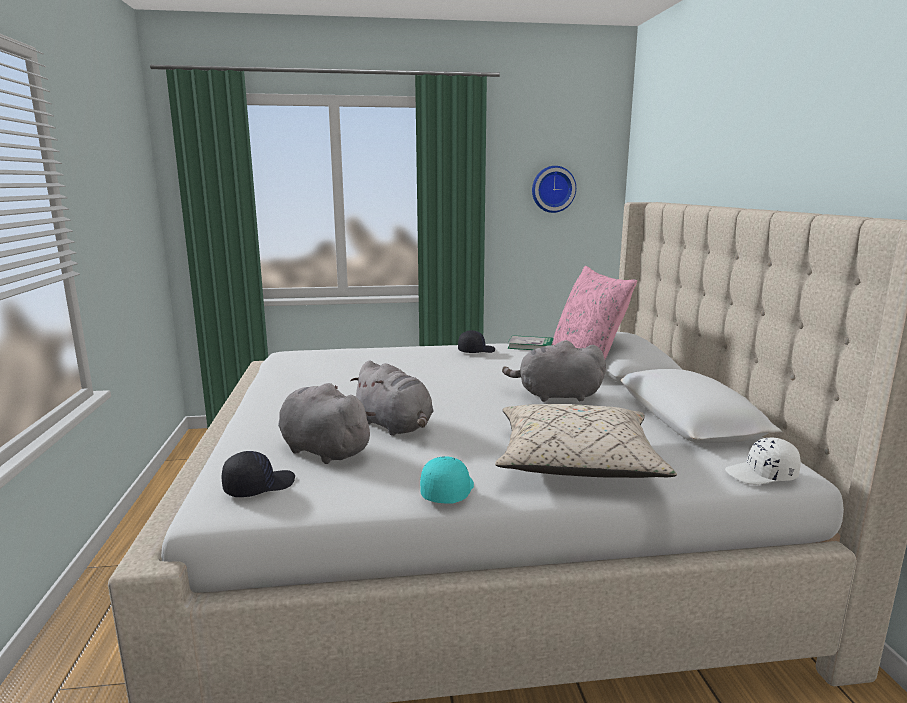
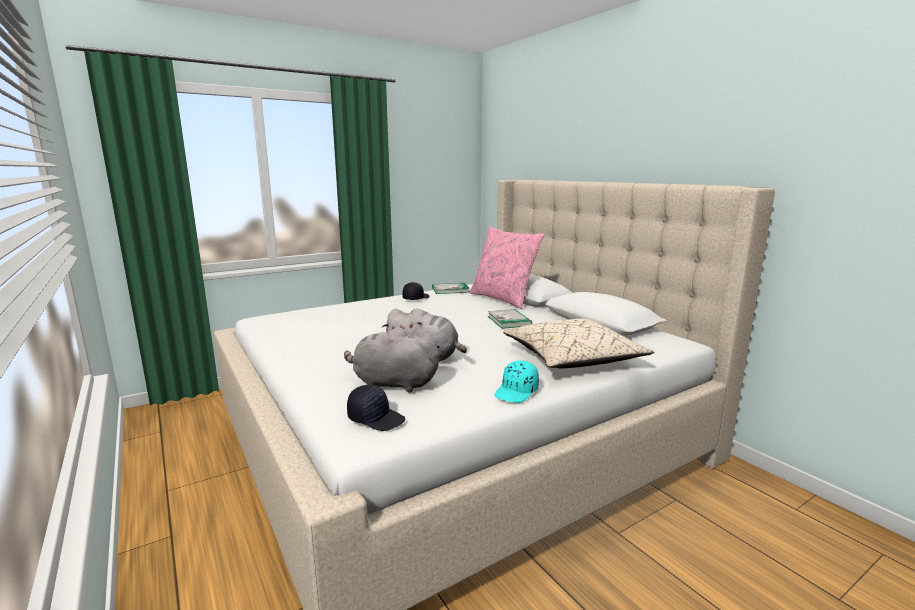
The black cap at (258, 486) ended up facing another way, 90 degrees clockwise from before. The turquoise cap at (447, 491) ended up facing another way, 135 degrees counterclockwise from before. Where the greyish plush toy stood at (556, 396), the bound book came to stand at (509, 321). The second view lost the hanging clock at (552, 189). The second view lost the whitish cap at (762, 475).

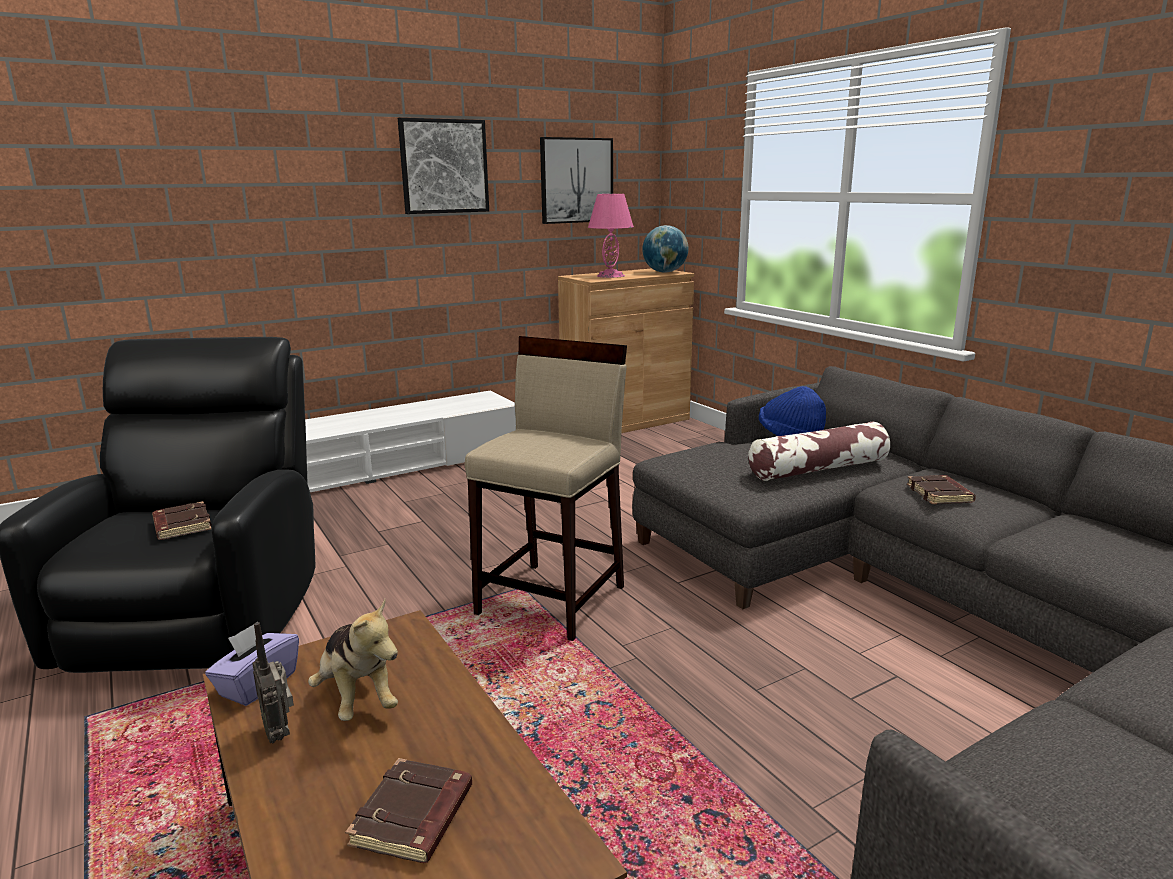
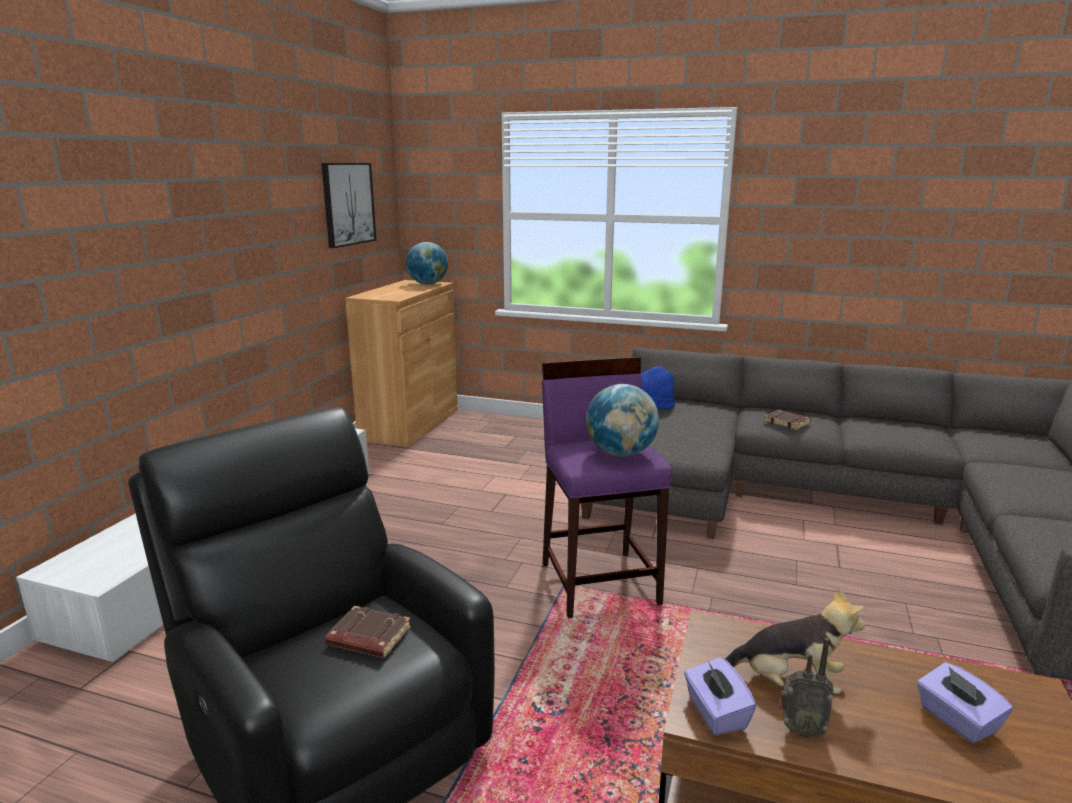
Where the brown bound book stood at (414, 818), the purple-coloured tissue box came to stand at (956, 720). The second view lost the wall art at (444, 166). What was the beige stool seat at (553, 600) turned into the purple-coloured stool seat at (600, 583). The second view lost the pinkish table lamp at (610, 275). The second view lost the pillow at (818, 469). The second view gained the desk globe at (620, 453).

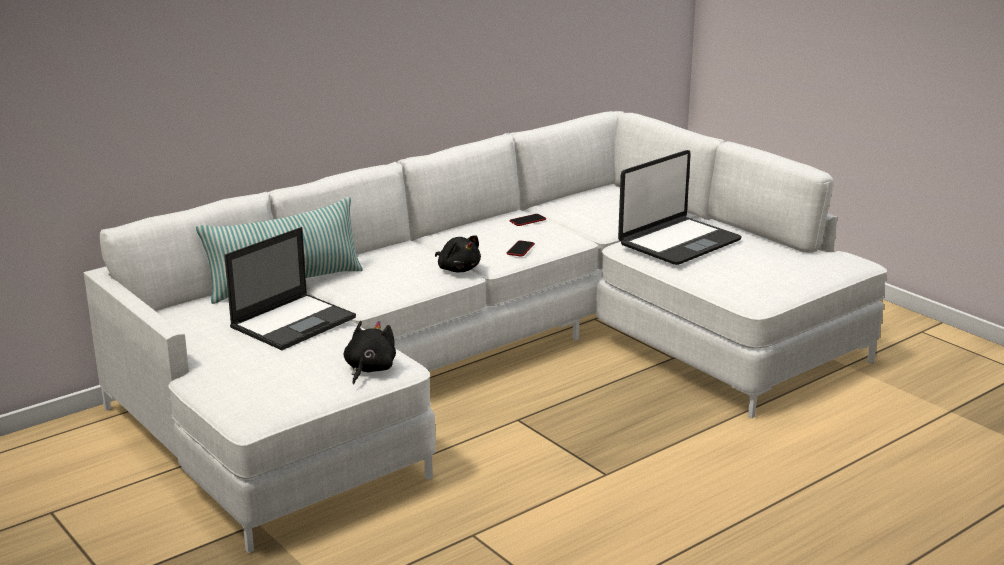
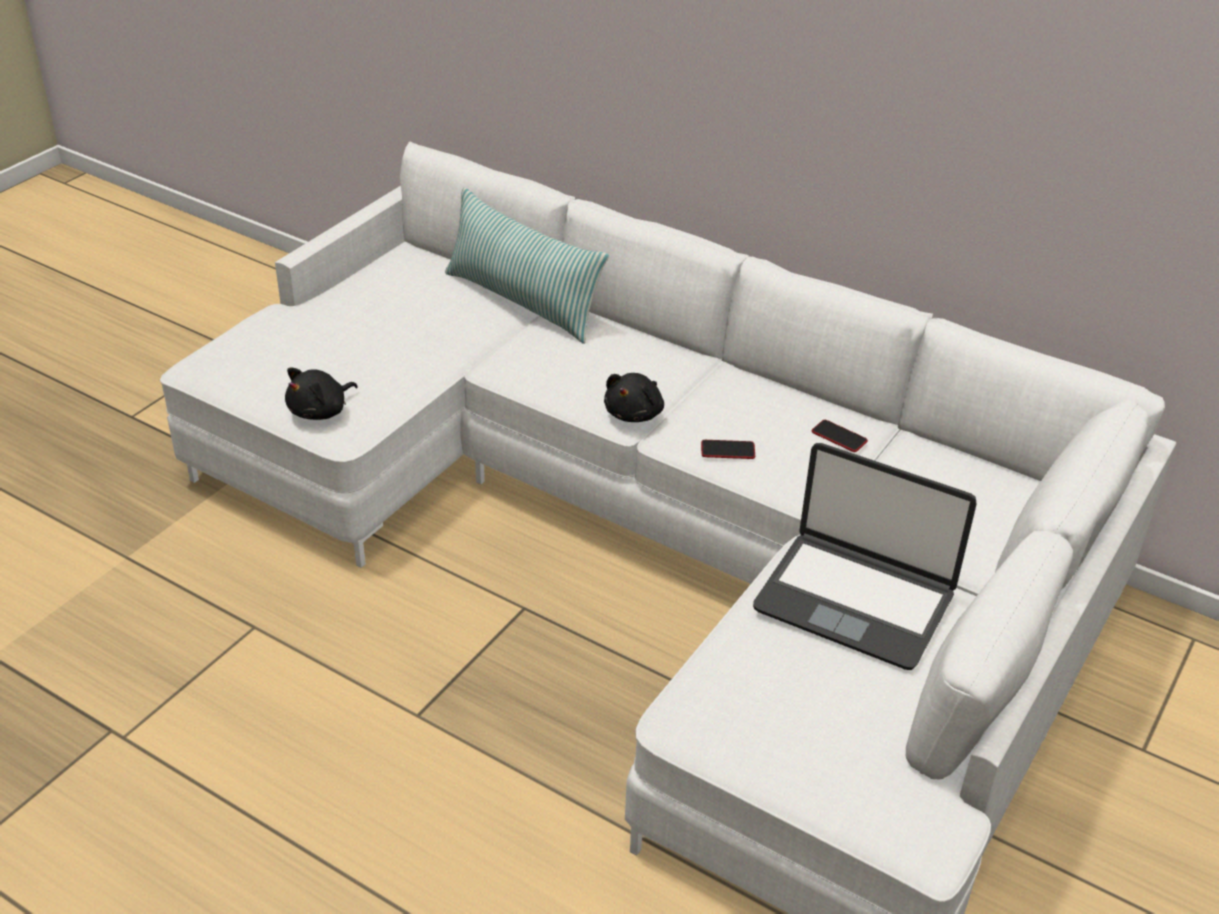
The second view lost the notebook computer at (294, 322). The black plush toy at (369, 369) ended up facing another way, 135 degrees clockwise from before.

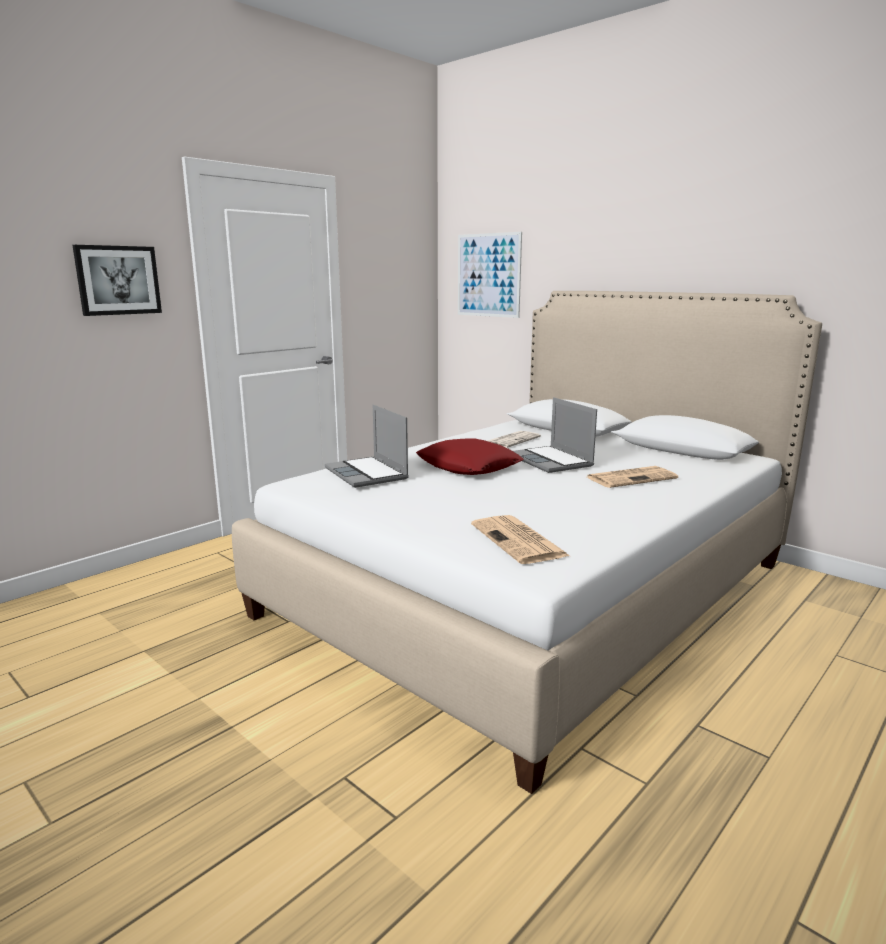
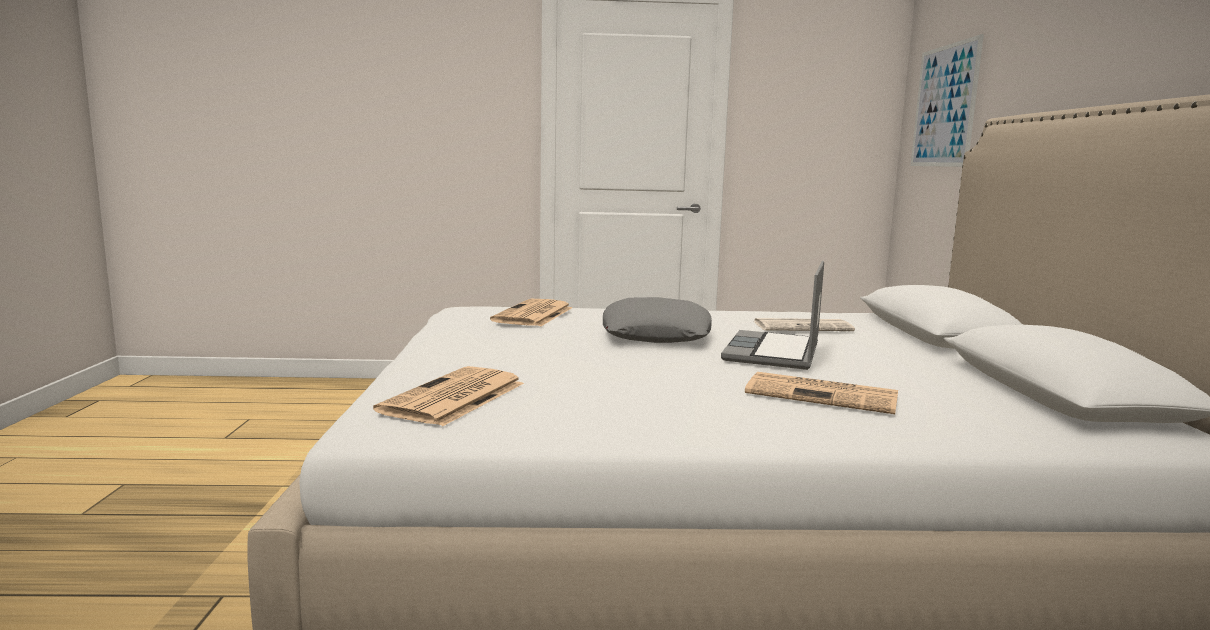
The second view lost the wall art at (118, 280). Where the notebook computer stood at (367, 474), the daily paper came to stand at (533, 315). What was the red pillow at (468, 466) turned into the greyish pillow at (656, 334).

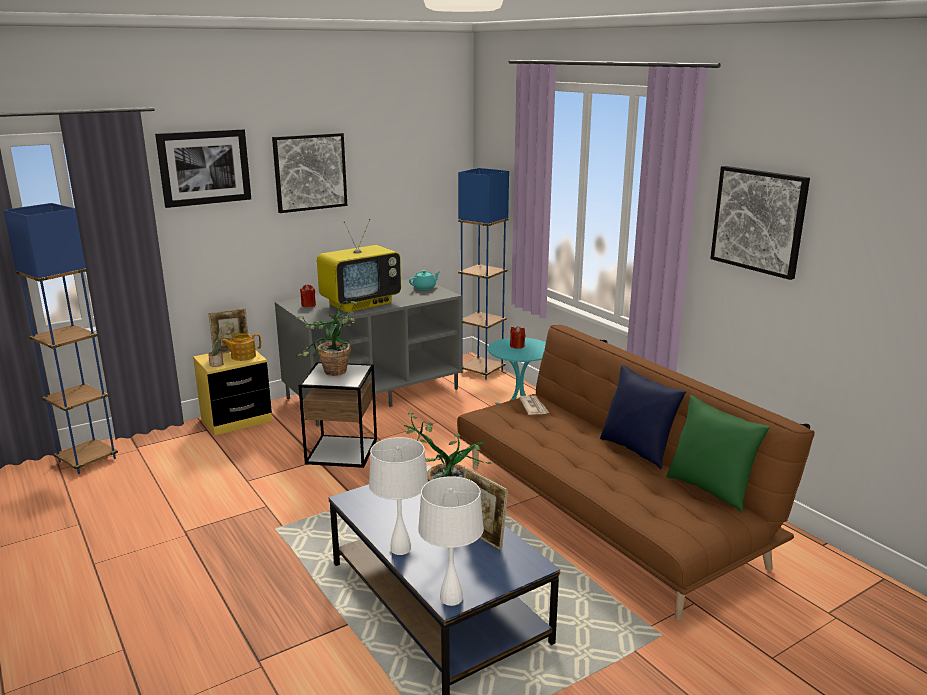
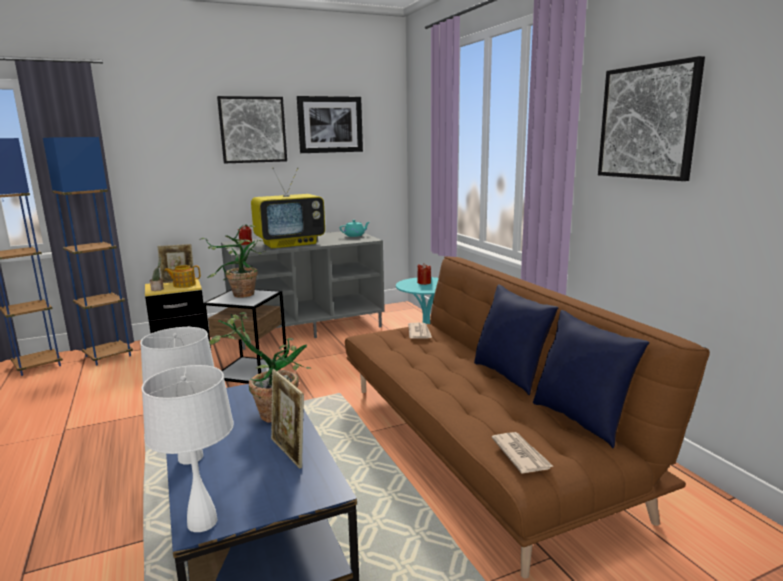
The wall art ended up elsewhere, having gone from (204, 167) to (330, 124). The blue floor lamp ended up elsewhere, having gone from (482, 371) to (108, 356). What was the green pillow at (710, 489) turned into the blue pillow at (581, 419). The second view gained the daily paper at (521, 454).

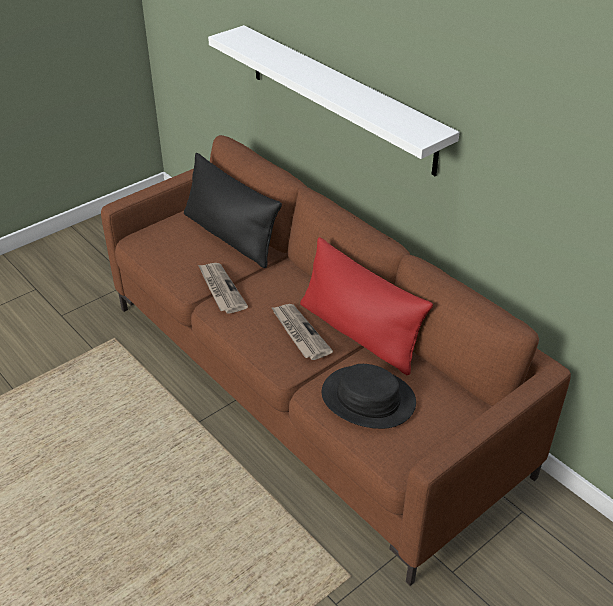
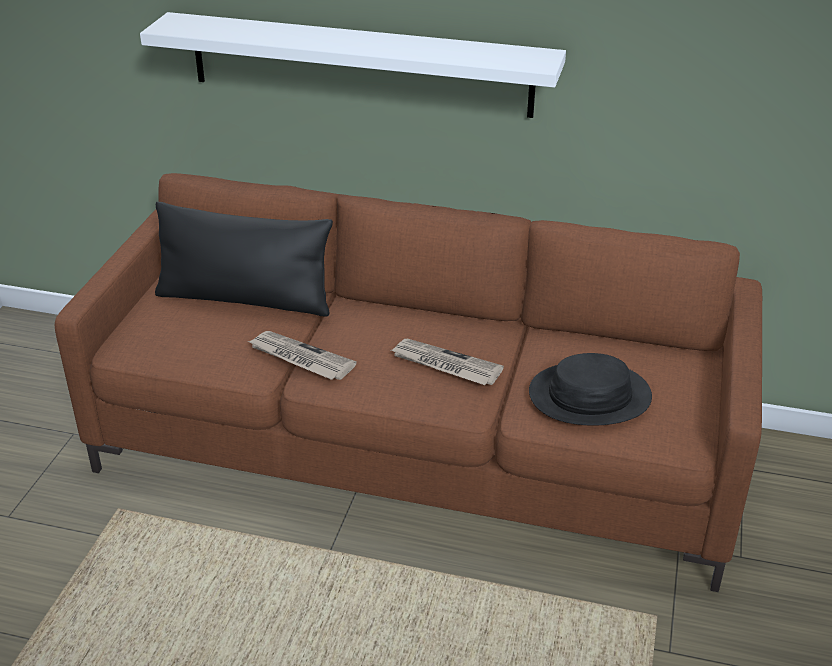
The second view lost the red pillow at (359, 333).

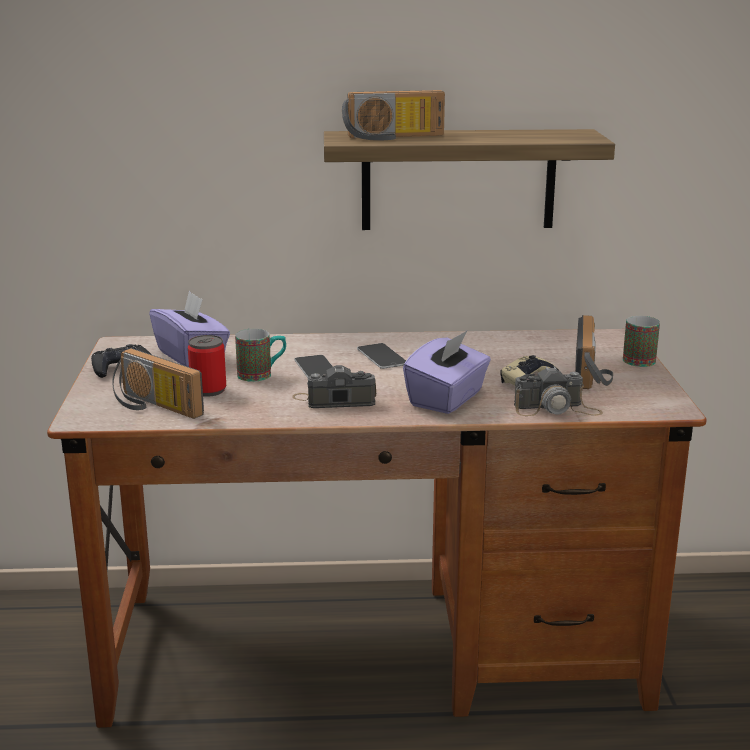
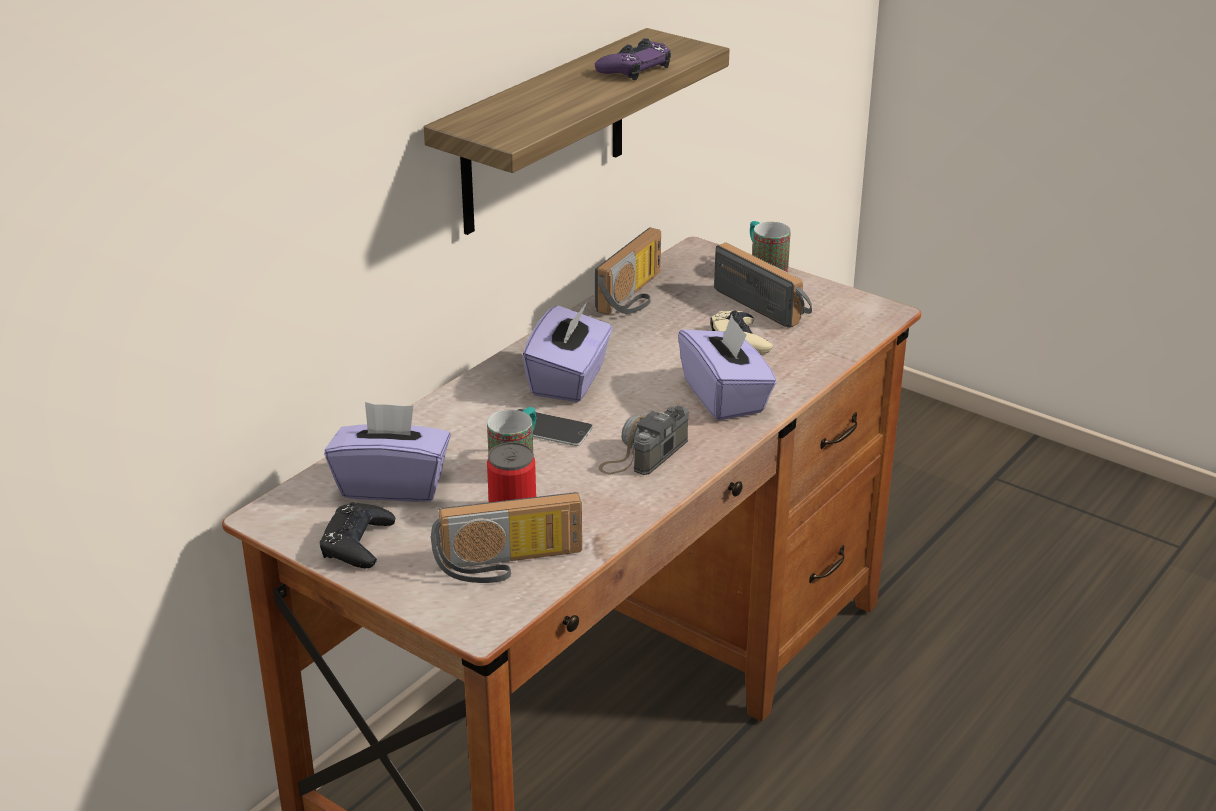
The radio set ended up elsewhere, having gone from (394, 137) to (636, 296). Where the handset stood at (382, 356), the purple-coloured tissue box came to stand at (569, 380). The second view lost the still camera at (557, 409). The second view gained the purple-coloured gamepad at (634, 68).

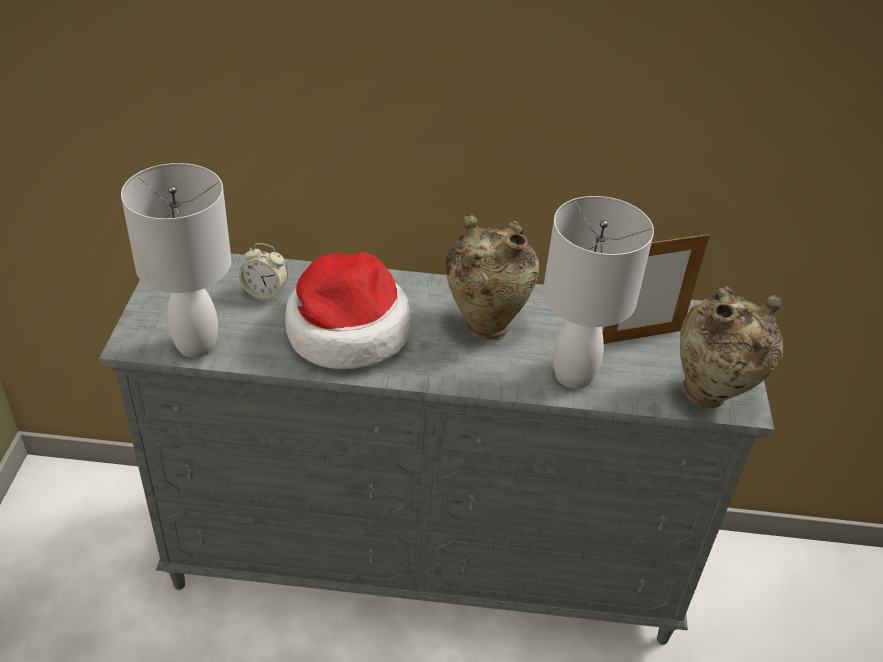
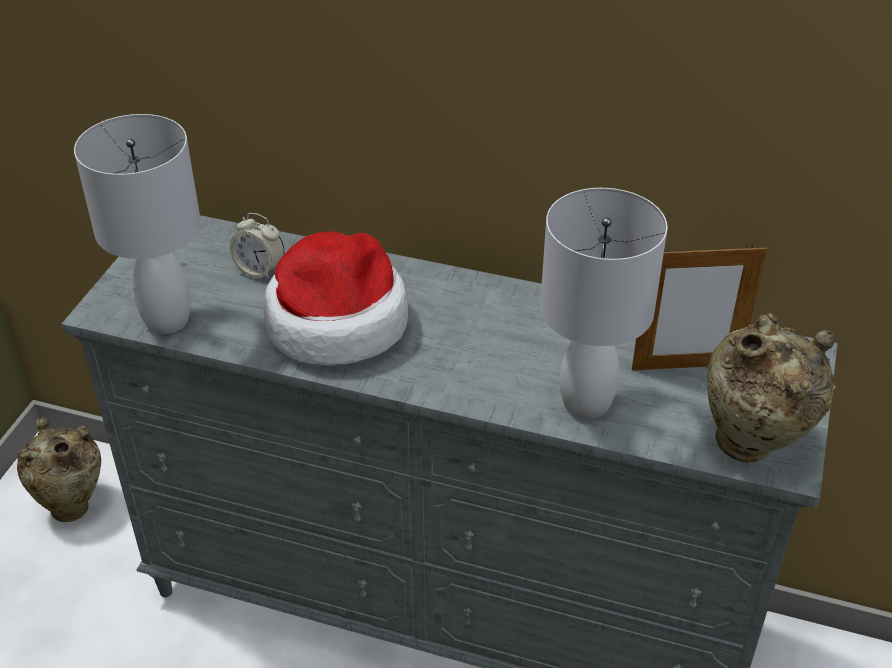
The beige decorative vase ended up elsewhere, having gone from (486, 323) to (72, 505).

